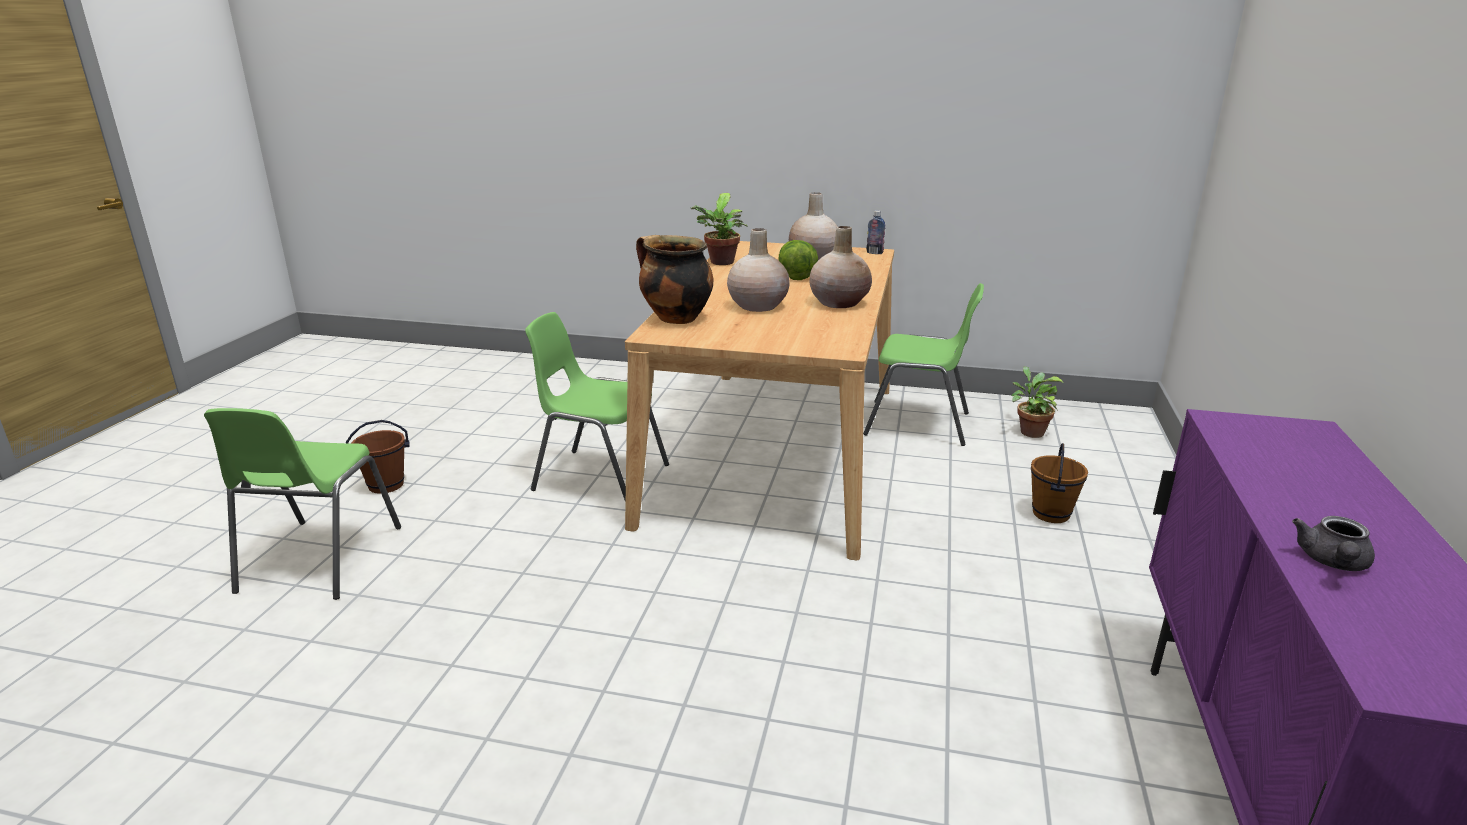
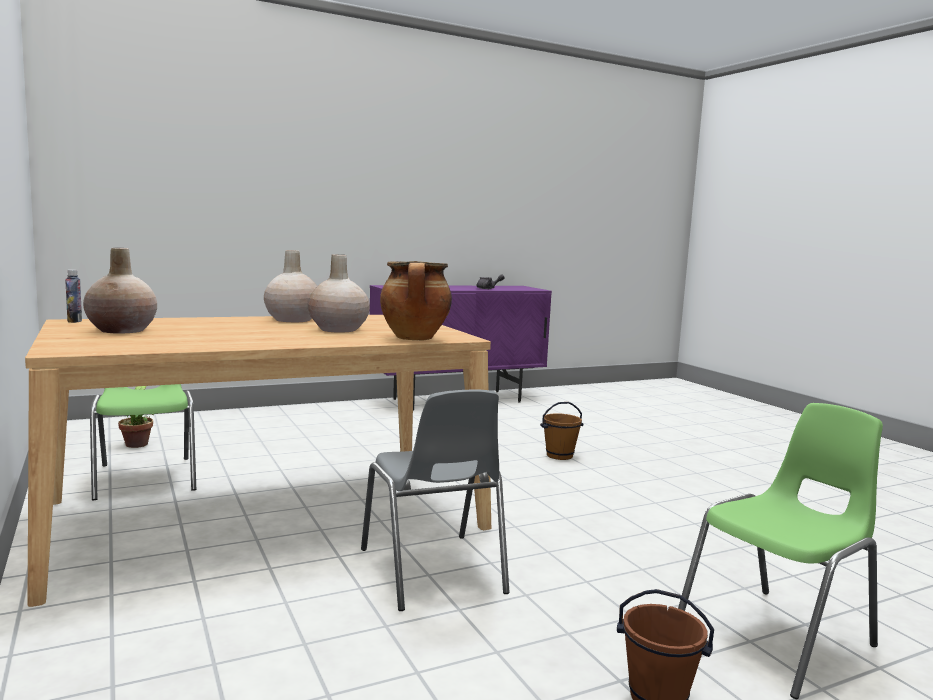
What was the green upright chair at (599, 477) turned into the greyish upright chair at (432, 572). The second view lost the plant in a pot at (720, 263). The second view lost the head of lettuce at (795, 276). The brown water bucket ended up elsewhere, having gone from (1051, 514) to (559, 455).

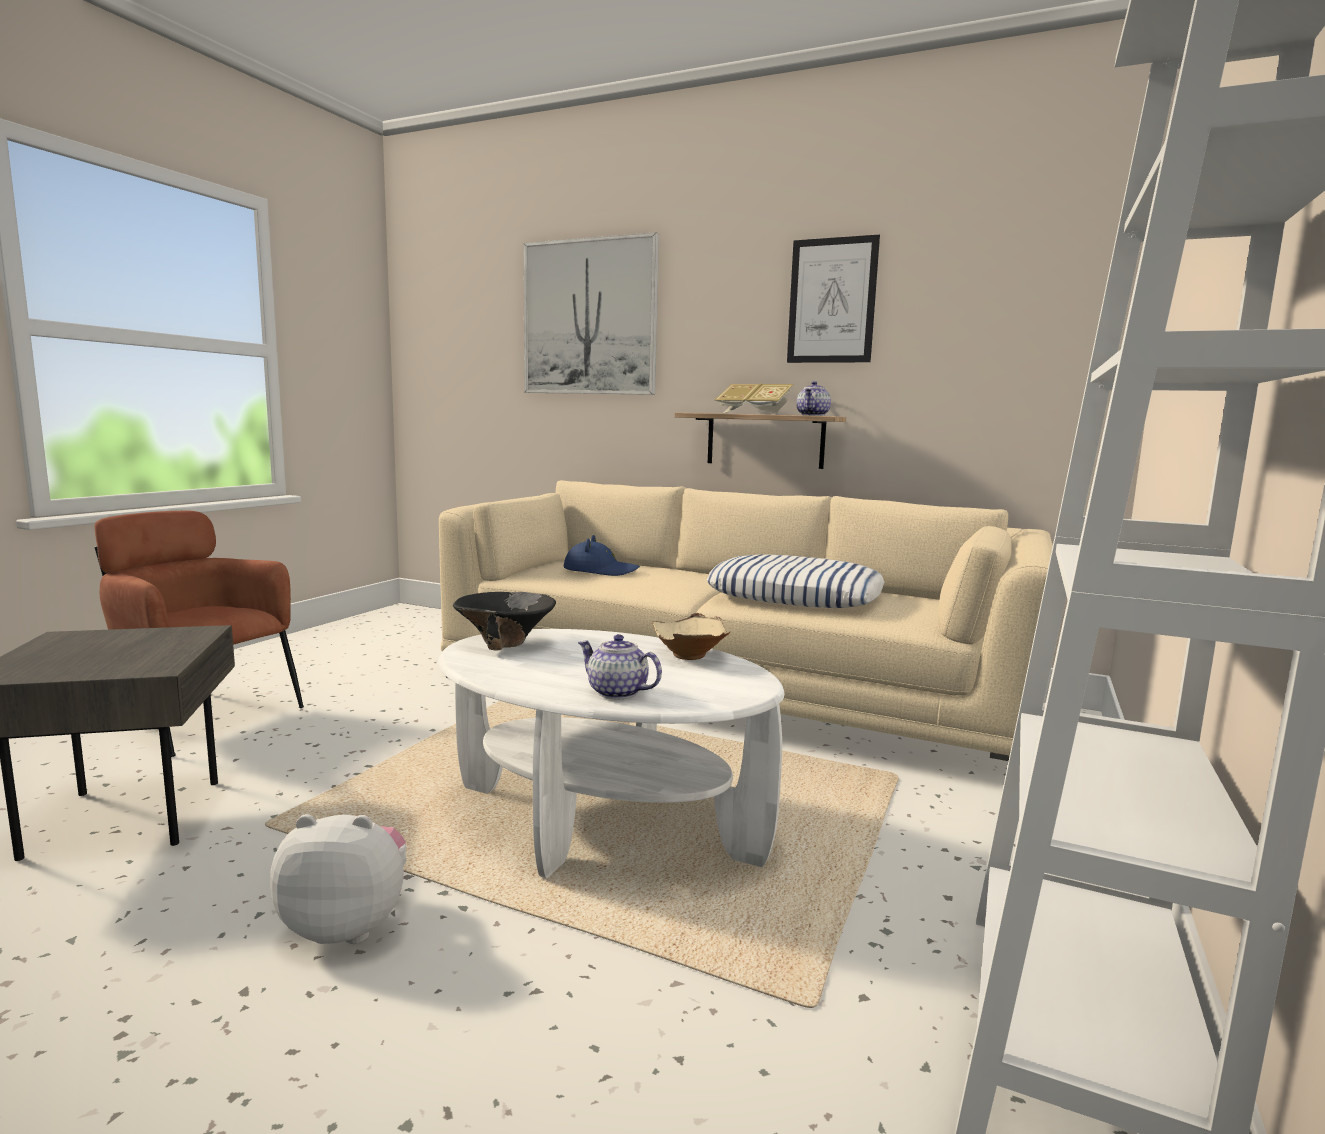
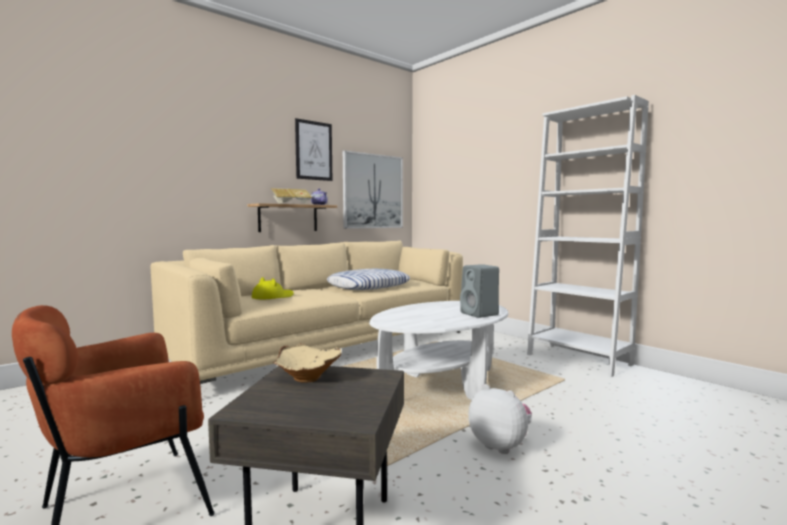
The plush toy at (348, 925) ended up facing another way, 105 degrees clockwise from before. The second view lost the black serving bowl at (506, 643). The wall art ended up elsewhere, having gone from (590, 317) to (373, 191). What was the blue wearable hat at (600, 571) turned into the yellowish wearable hat at (272, 297). Where the teapot stood at (616, 692), the greyish speaker came to stand at (480, 314). The beige serving bowl ended up elsewhere, having gone from (692, 655) to (308, 377).

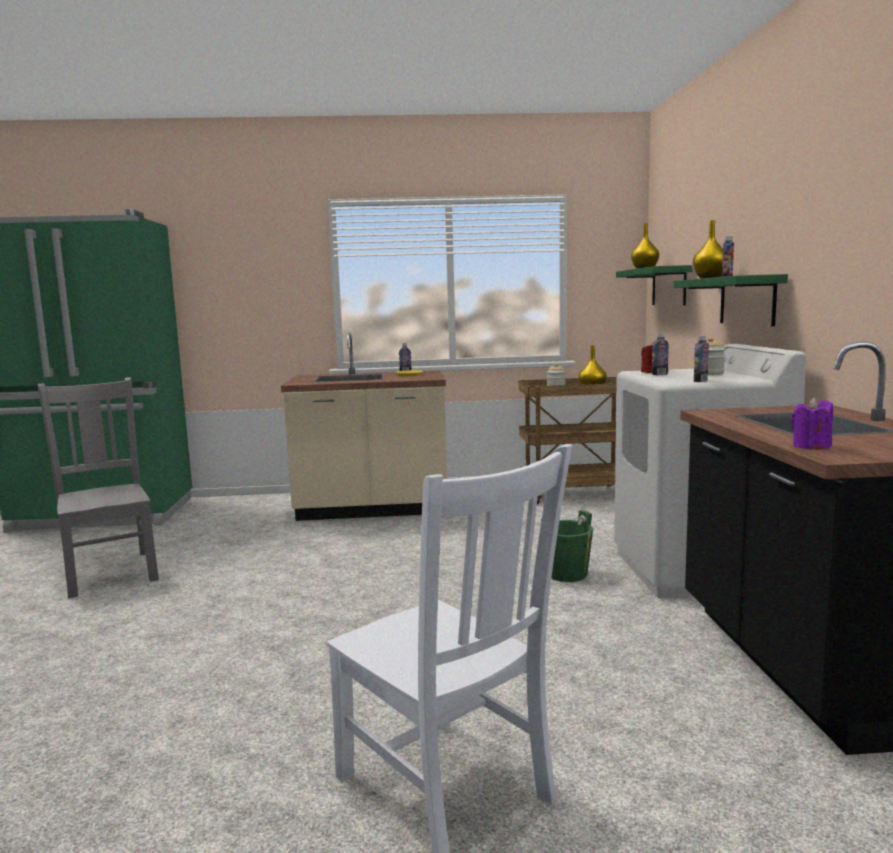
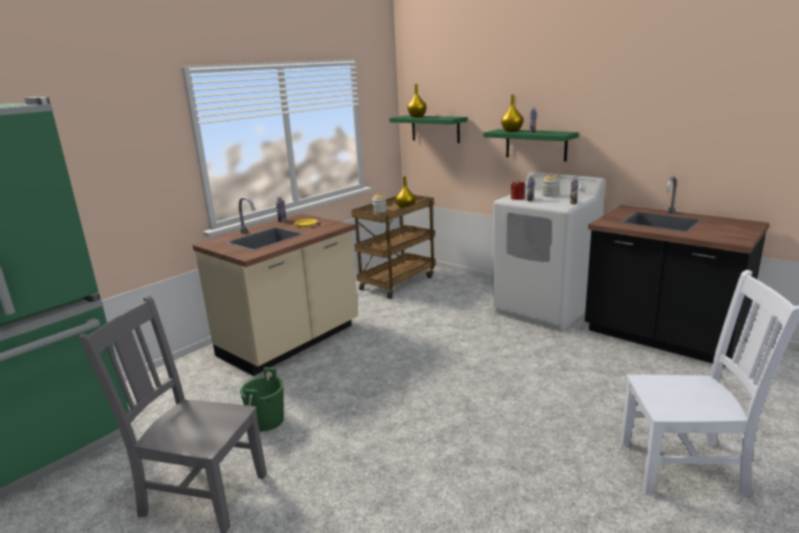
The green water bucket ended up elsewhere, having gone from (566, 574) to (267, 421). The second view lost the purple-coloured candle at (811, 446).

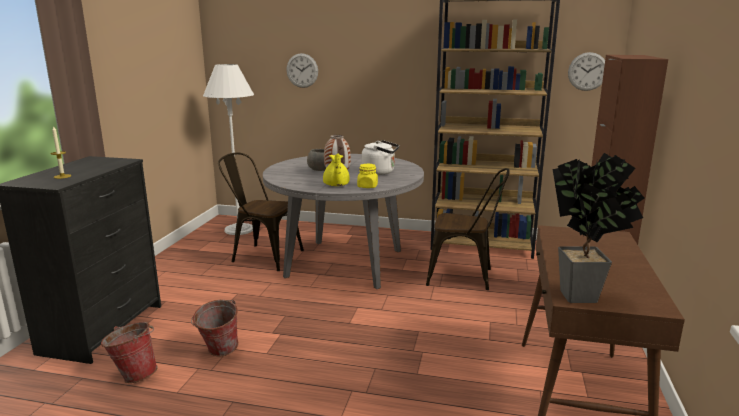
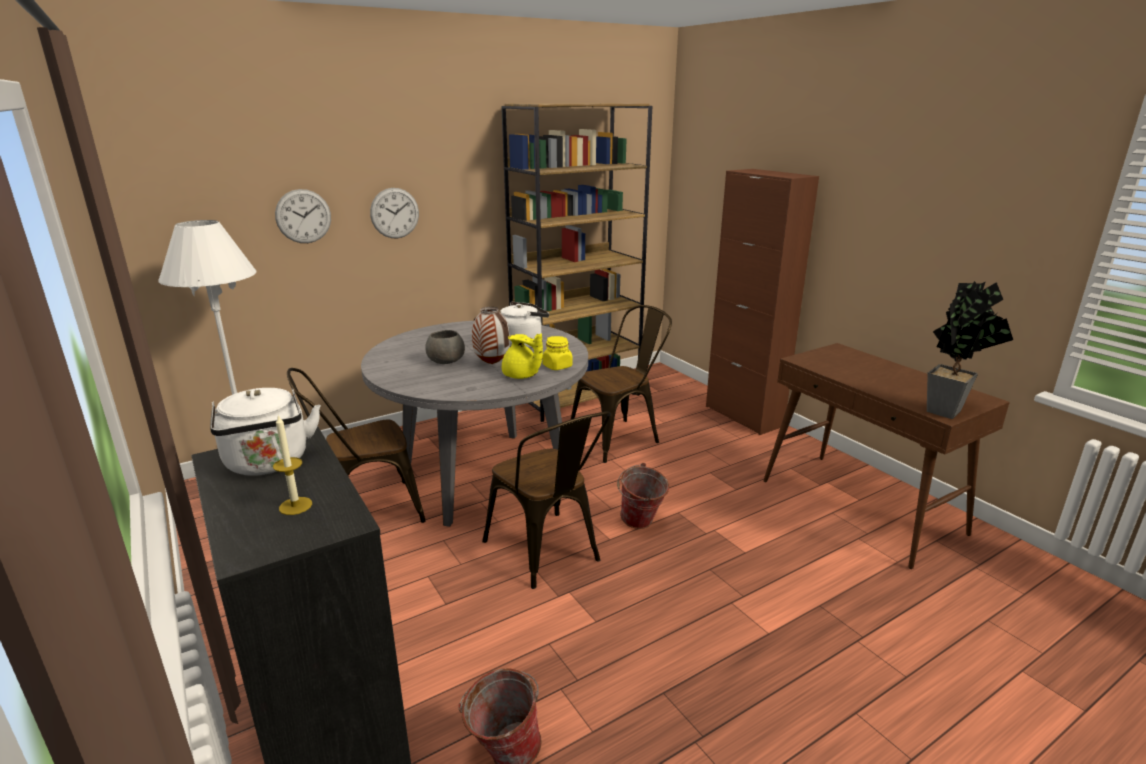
The water bucket ended up elsewhere, having gone from (218, 352) to (640, 524). The hanging clock ended up elsewhere, having gone from (587, 71) to (394, 213). The second view gained the whitish water kettle at (269, 464). The second view gained the brown upright chair at (548, 554).

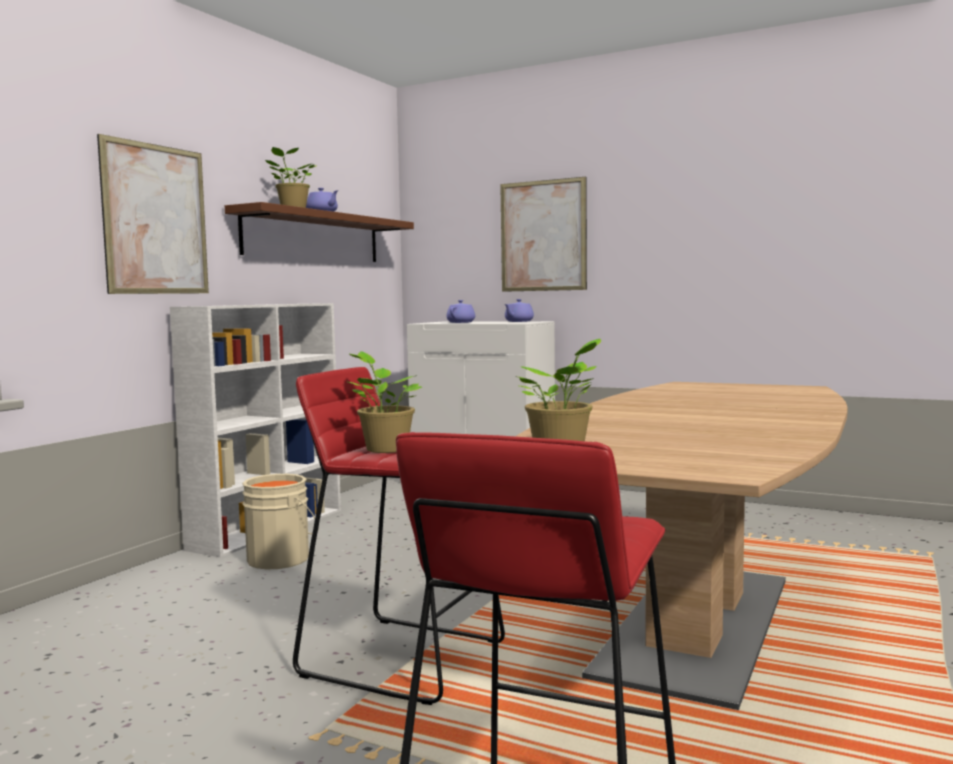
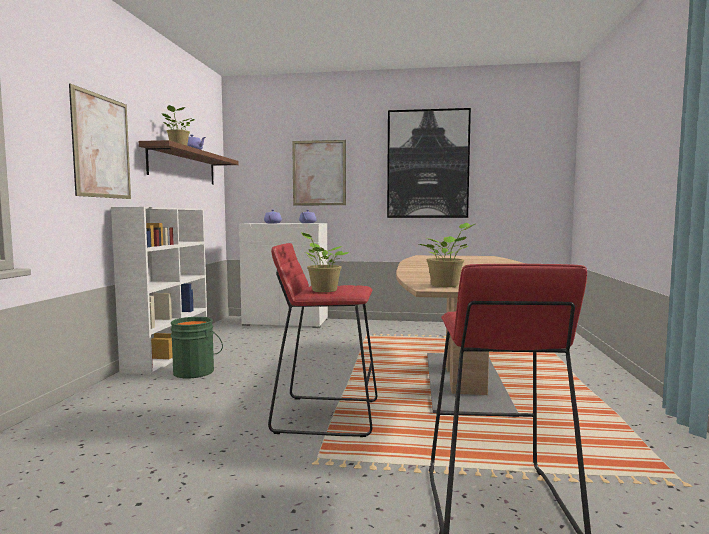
What was the beige water bucket at (281, 559) turned into the green water bucket at (195, 371). The second view gained the wall art at (427, 164).

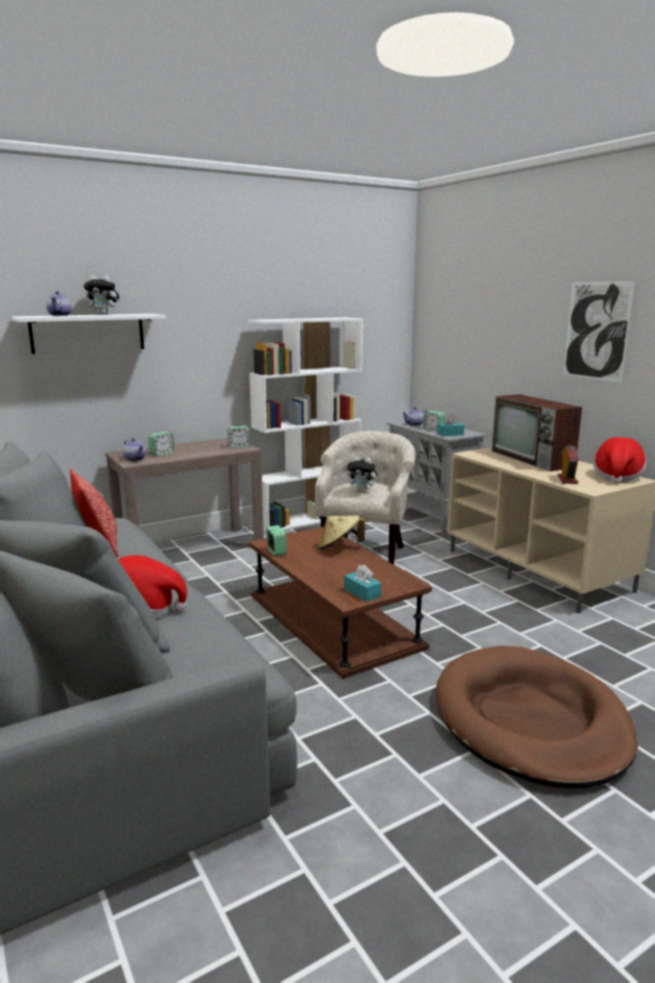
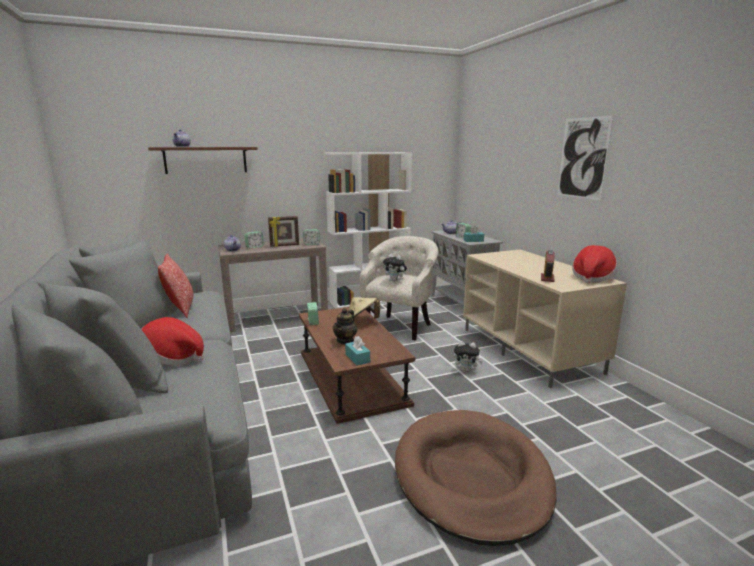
What was the whitish bracket shelf at (88, 333) turned into the brown bracket shelf at (205, 160). The plush toy ended up elsewhere, having gone from (104, 314) to (466, 370). The second view lost the TV set at (533, 459). The second view gained the picture frame at (284, 245). The second view gained the teapot at (345, 340).

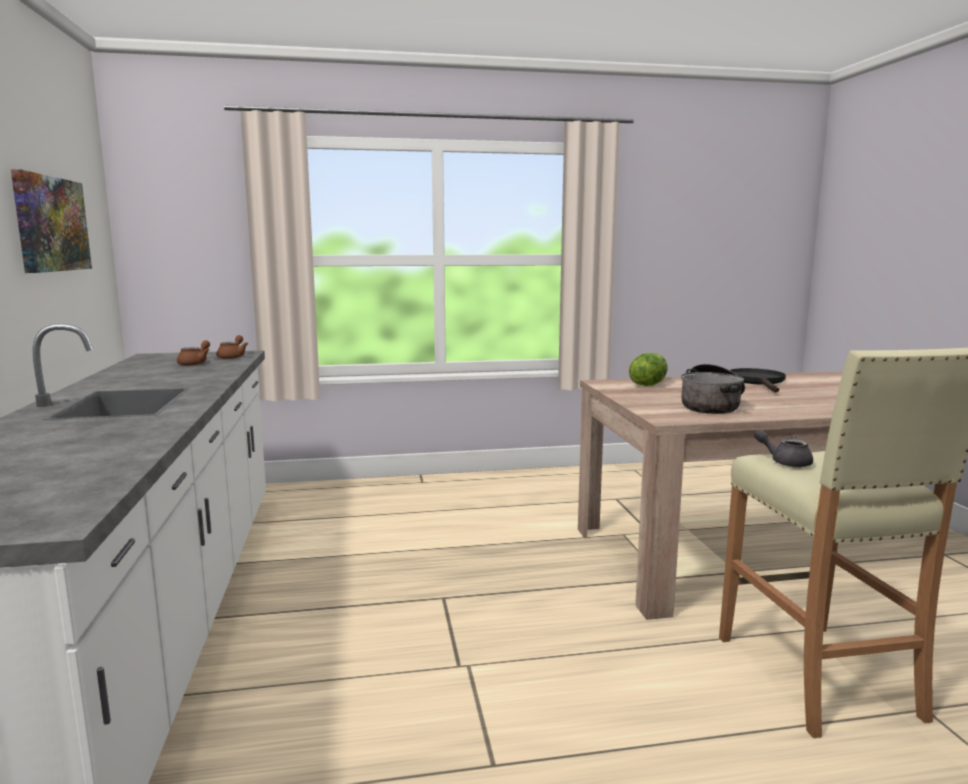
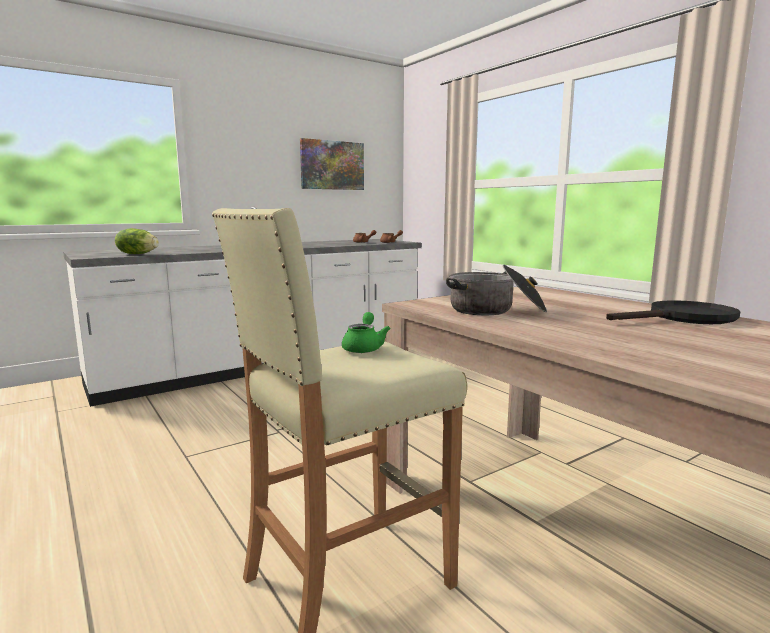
The head of lettuce ended up elsewhere, having gone from (648, 384) to (137, 254). What was the greyish teapot at (785, 462) turned into the green teapot at (364, 348).

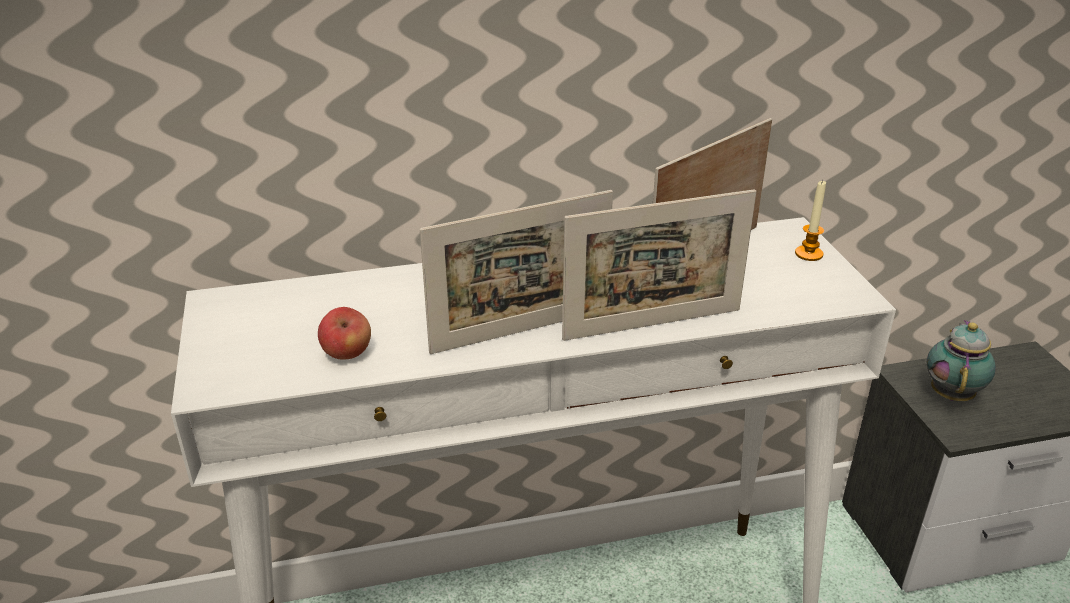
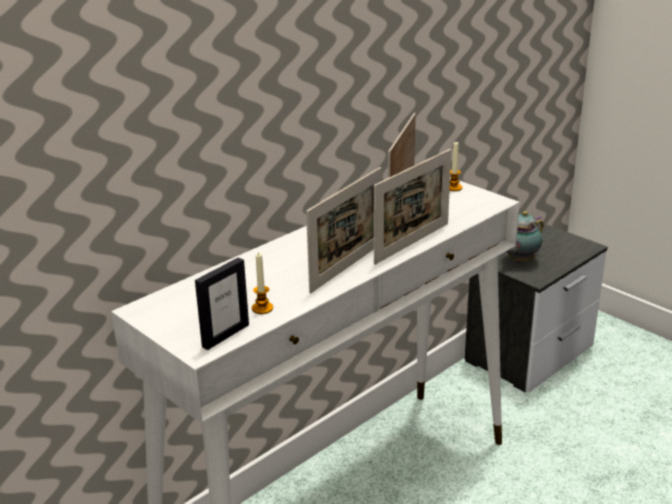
Where the whole apple stood at (347, 354), the candle came to stand at (262, 308). The teapot at (952, 393) ended up facing another way, 120 degrees counterclockwise from before. The second view gained the picture frame at (225, 335).

